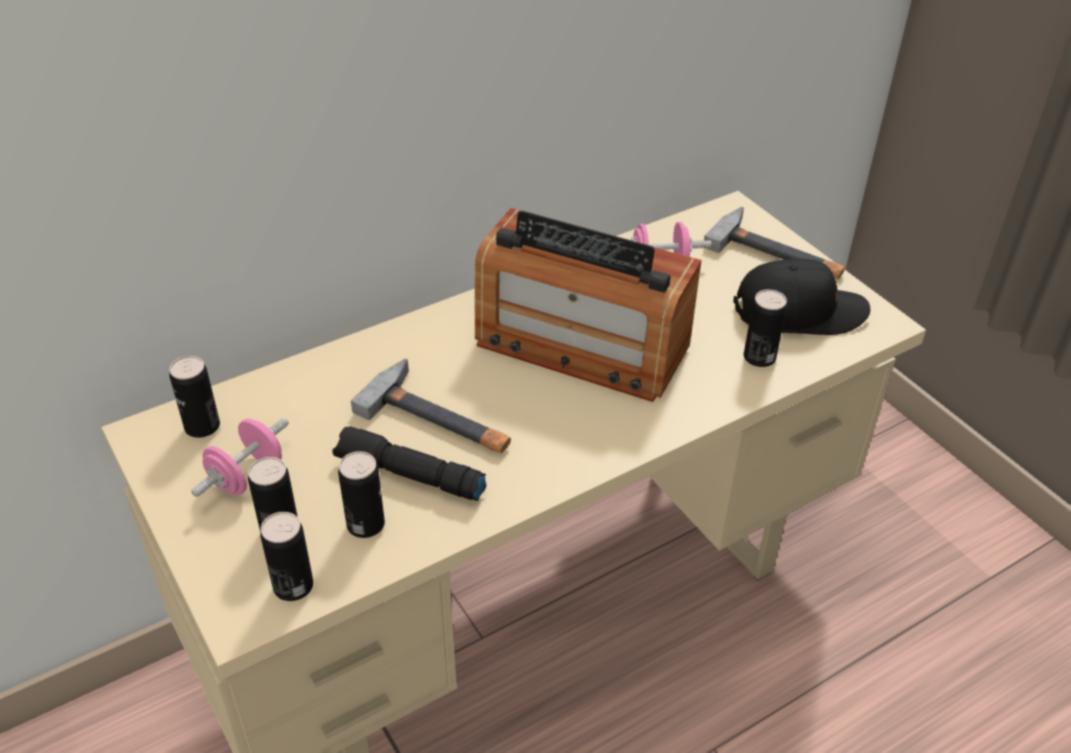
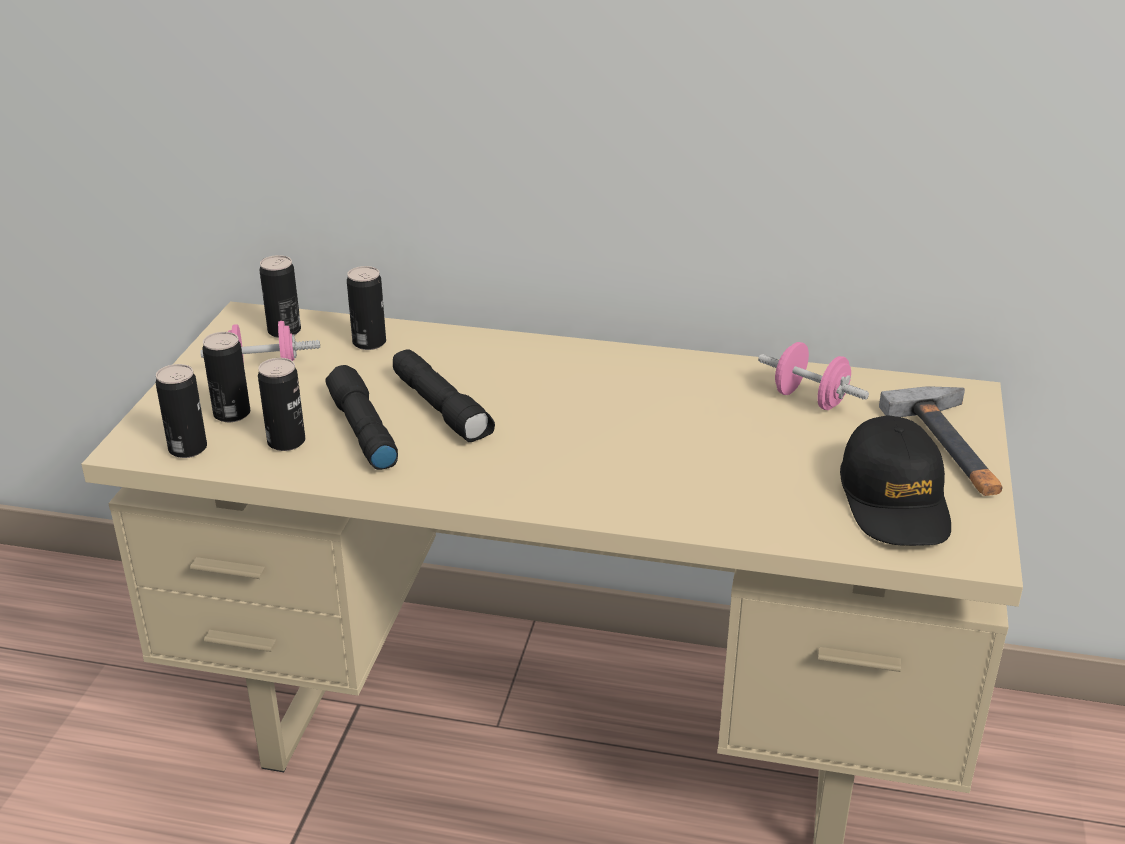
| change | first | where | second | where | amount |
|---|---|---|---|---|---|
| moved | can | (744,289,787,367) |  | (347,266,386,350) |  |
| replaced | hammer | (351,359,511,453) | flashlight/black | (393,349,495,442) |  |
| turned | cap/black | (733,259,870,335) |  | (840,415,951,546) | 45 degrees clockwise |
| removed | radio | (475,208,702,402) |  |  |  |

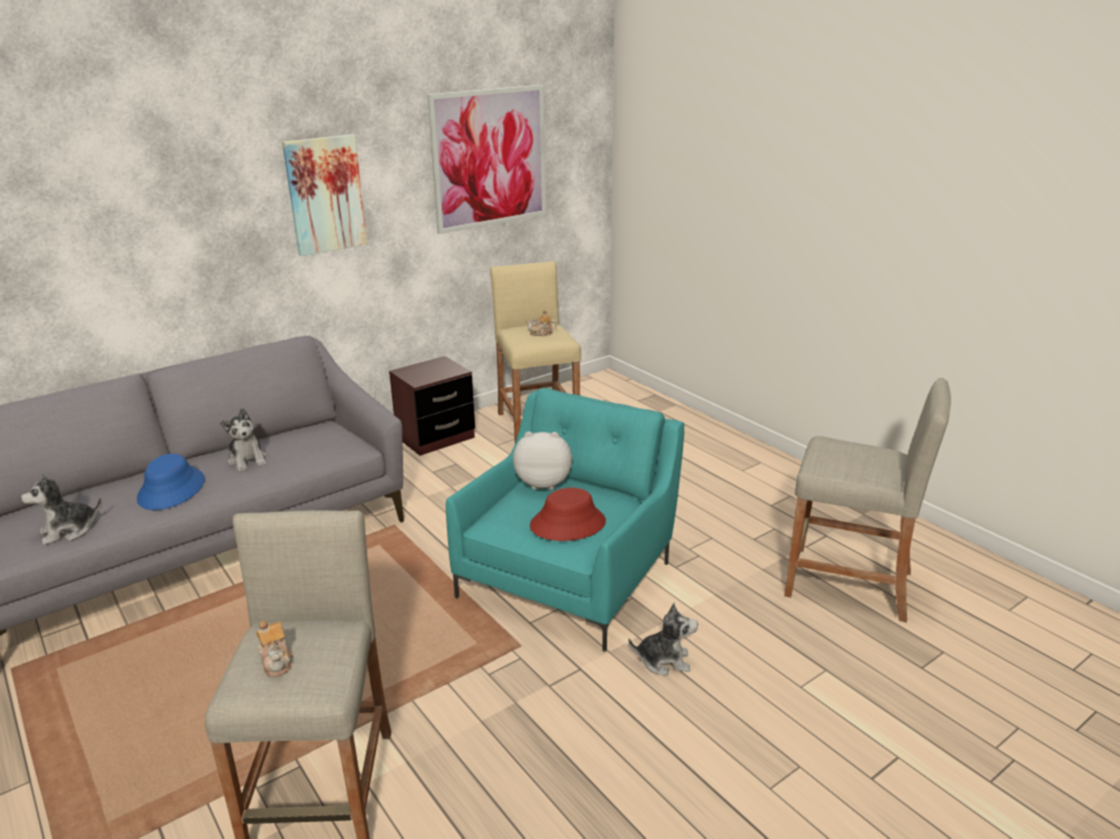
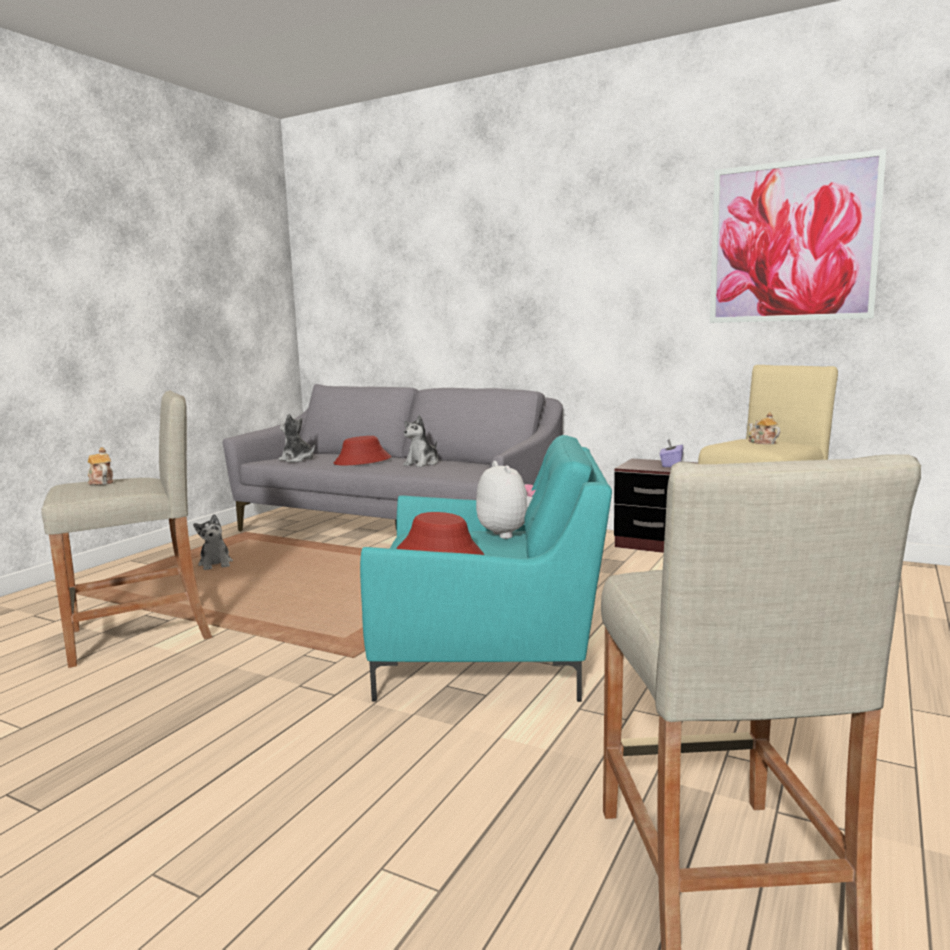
| change | first | where | second | where | amount |
|---|---|---|---|---|---|
| turned | teapot | (256,621,293,677) |  | (88,447,114,485) | 105 degrees clockwise |
| moved | plush toy | (628,603,698,676) |  | (193,514,233,570) |  |
| recoloured | hat/blue | (137,453,205,510) | hat/red | (334,436,392,465) |  |
| added |  |  | tissue box/purple | (660,439,683,467) |  |
| removed | picture | (282,134,367,256) |  |  |  |

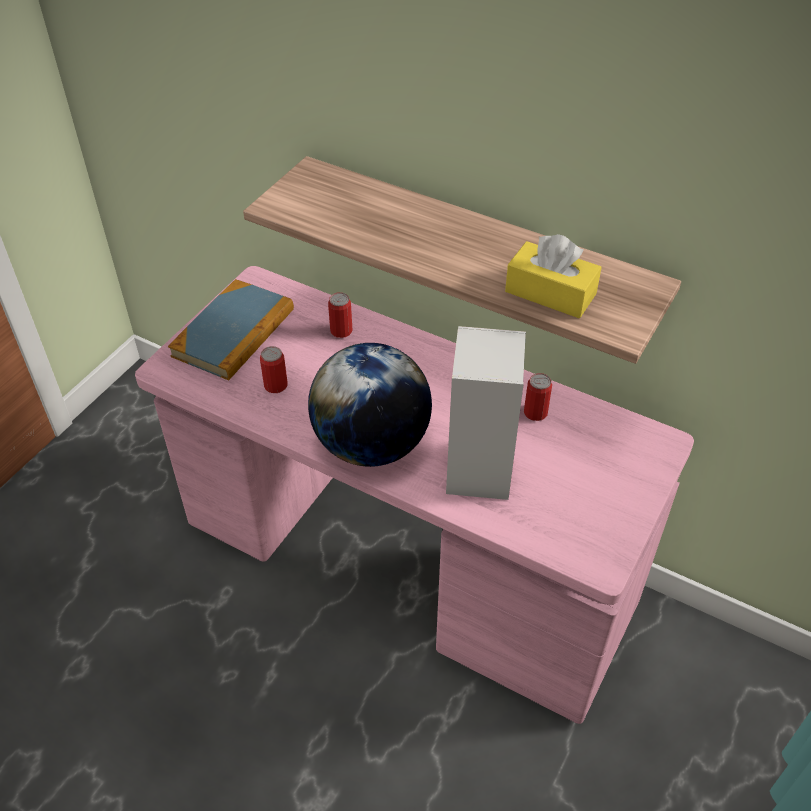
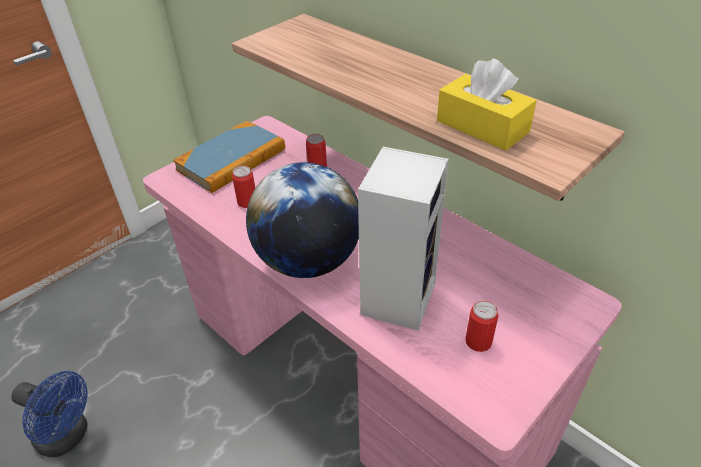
| change | first | where | second | where | amount |
|---|---|---|---|---|---|
| added |  |  | fan/blue | (11,371,88,457) |  |
| moved | can | (524,373,552,421) |  | (465,300,498,352) |  |

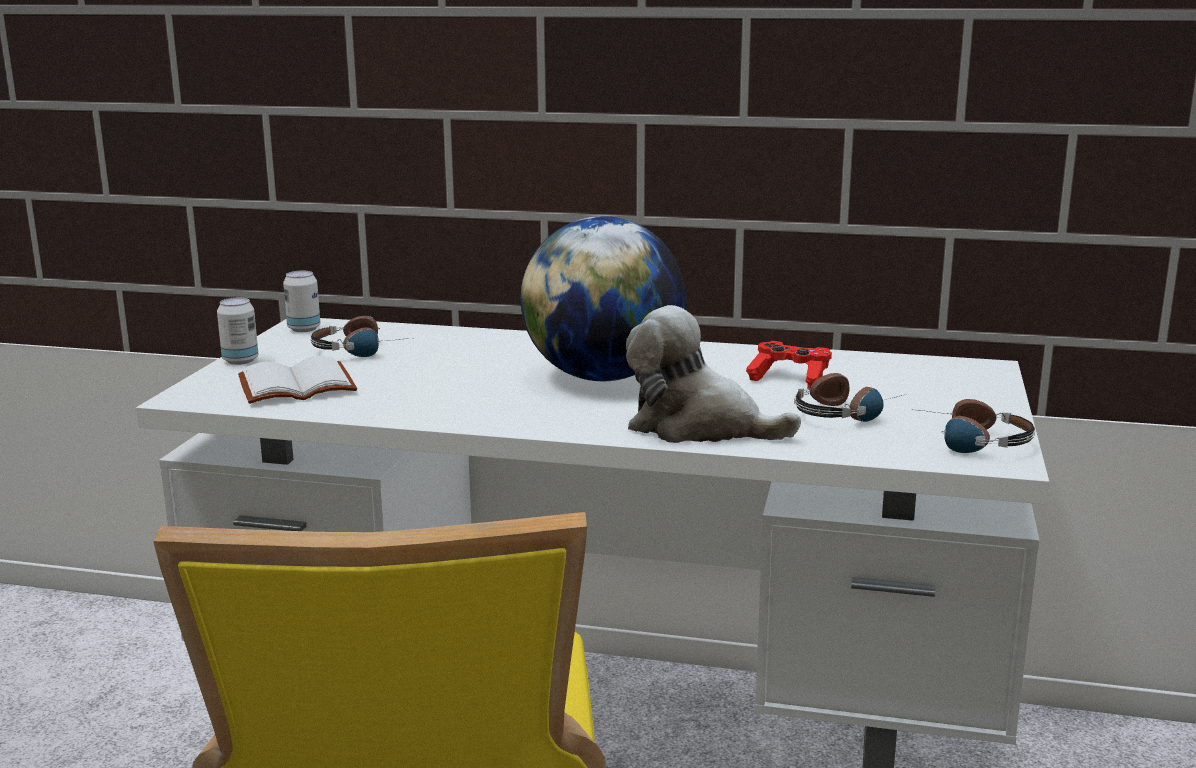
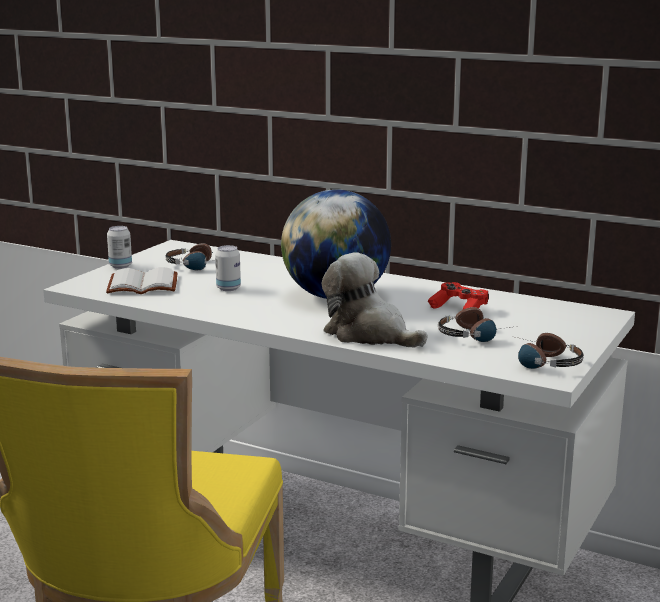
| change | first | where | second | where | amount |
|---|---|---|---|---|---|
| moved | can | (283,271,321,332) |  | (215,245,241,291) |  |

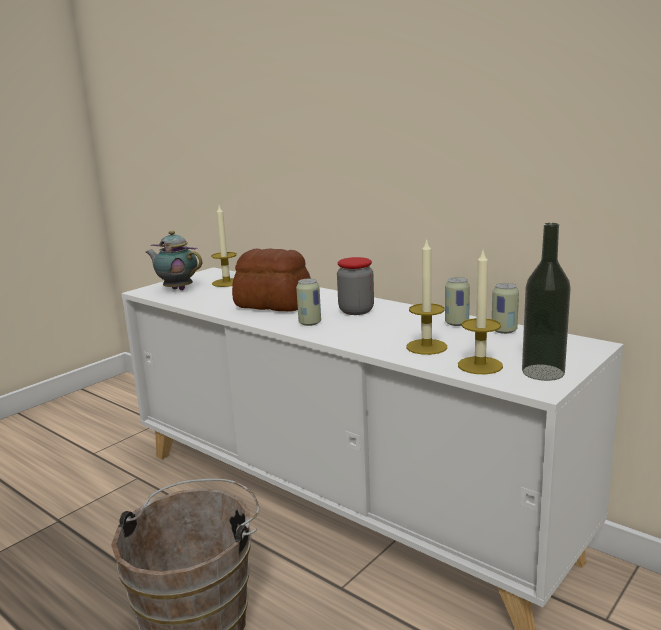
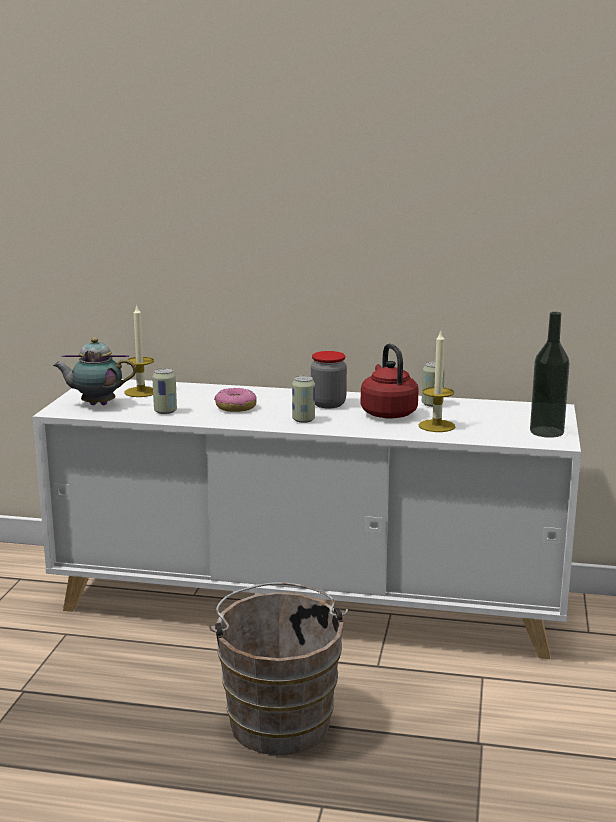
| change | first | where | second | where | amount |
|---|---|---|---|---|---|
| moved | can | (492,283,519,334) |  | (152,368,177,414) |  |
| replaced | bread | (232,248,310,312) | donut | (214,388,257,412) |  |
| added |  |  | kettle/red | (361,343,419,419) |  |
| removed | candle | (458,251,503,374) |  |  |  |

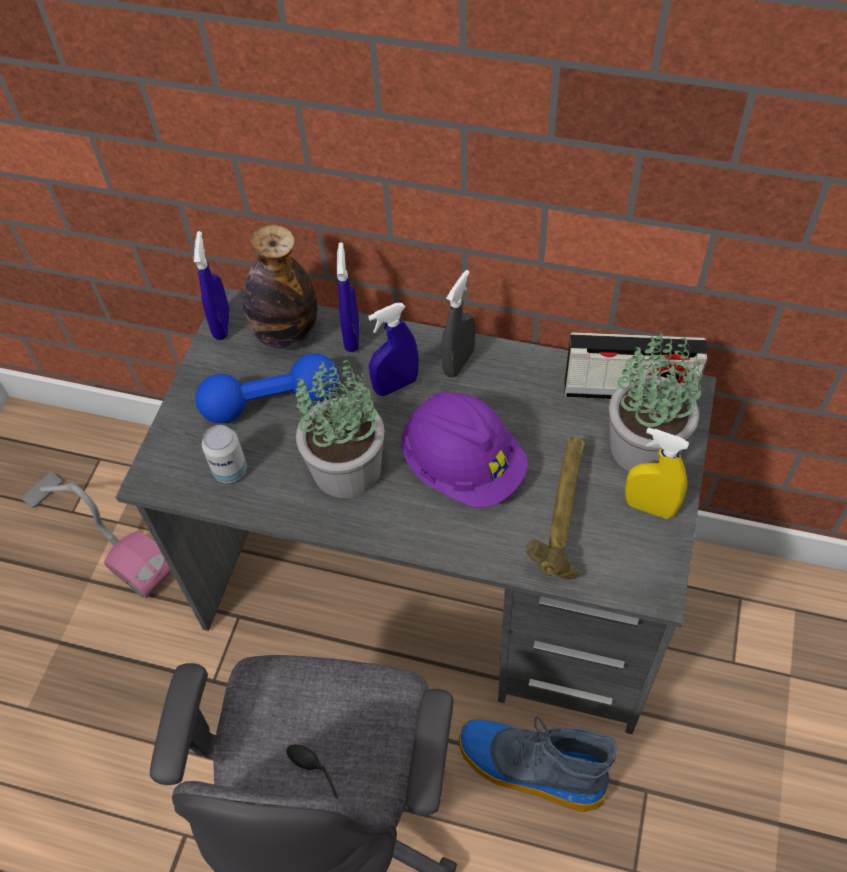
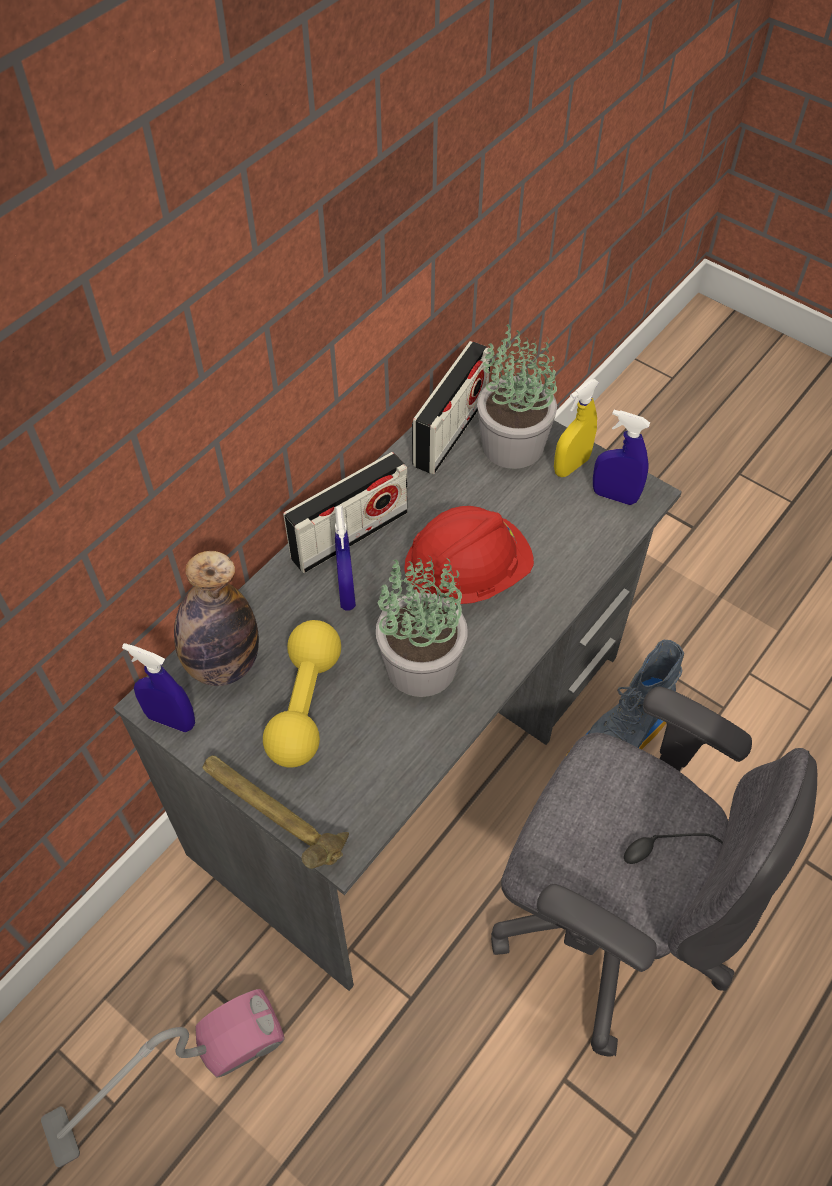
| change | first | where | second | where | amount |
|---|---|---|---|---|---|
| moved | hammer | (526,437,585,580) |  | (203,756,349,869) |  |
| recoloured | dumbbell/blue | (195,353,339,424) | dumbbell/yellow | (263,620,341,768) |  |
| replaced | spray bottle/grey | (441,270,475,378) | radio | (283,452,408,573) |  |
| recoloured | hard hat/purple | (402,392,528,507) | hard hat/red | (404,506,534,604) |  |
| moved | spray bottle/blue | (337,242,359,352) |  | (593,410,650,505) |  |
| removed | can | (202,425,247,483) |  |  |  |

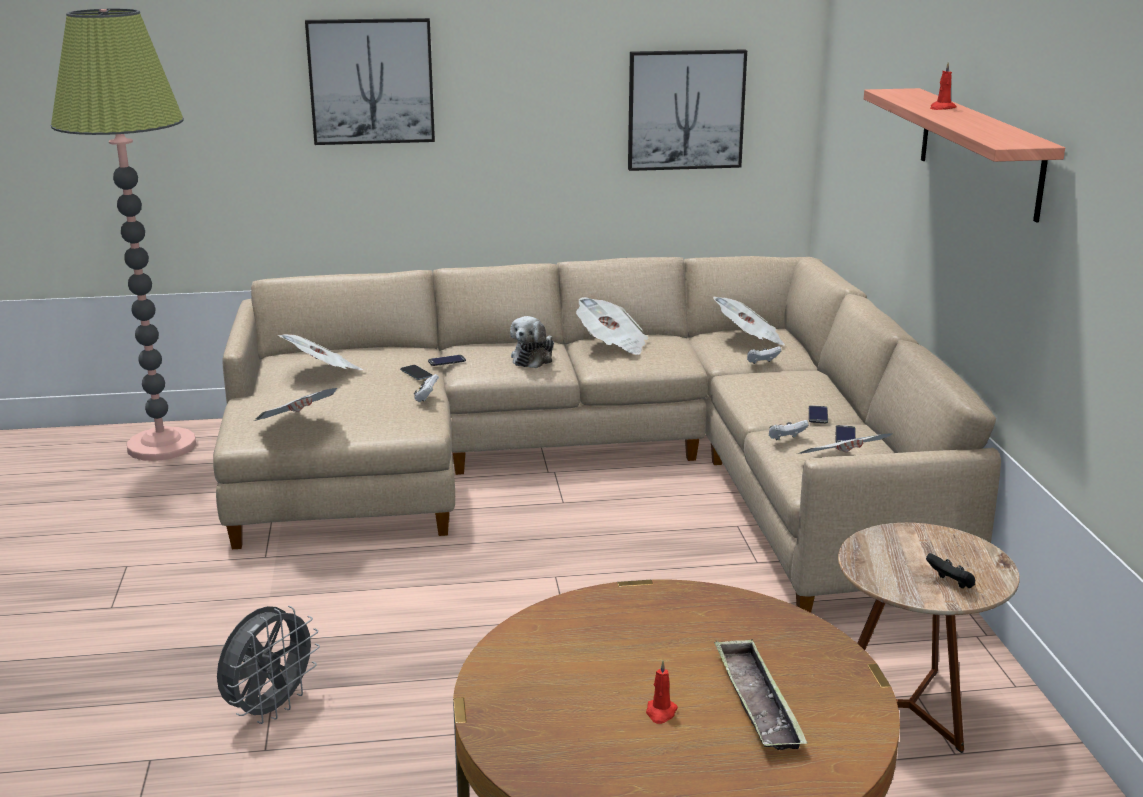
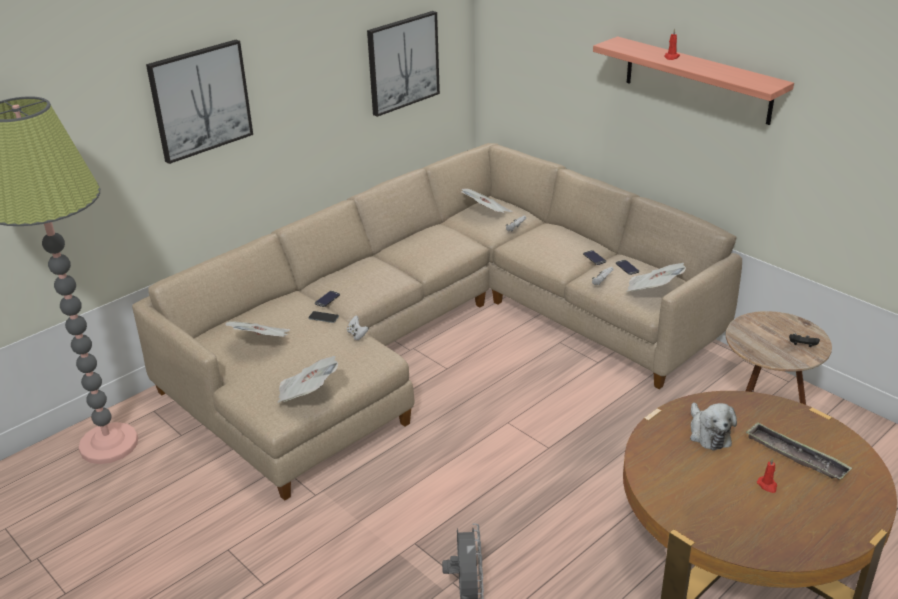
| change | first | where | second | where | amount |
|---|---|---|---|---|---|
| moved | plush toy | (510,316,554,368) |  | (690,403,737,450) |  |
| removed | newspaper | (576,297,648,355) |  |  |  |

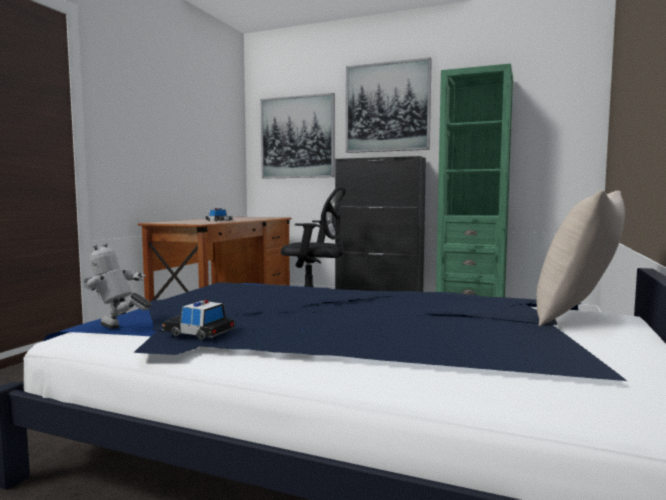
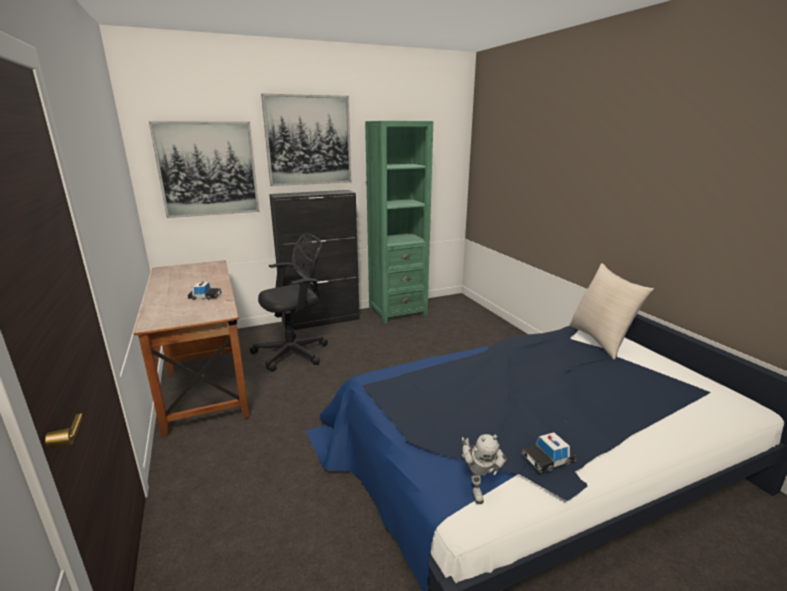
| change | first | where | second | where | amount |
|---|---|---|---|---|---|
| turned | toy robot | (84,243,152,329) |  | (462,434,507,504) | 75 degrees counterclockwise |

